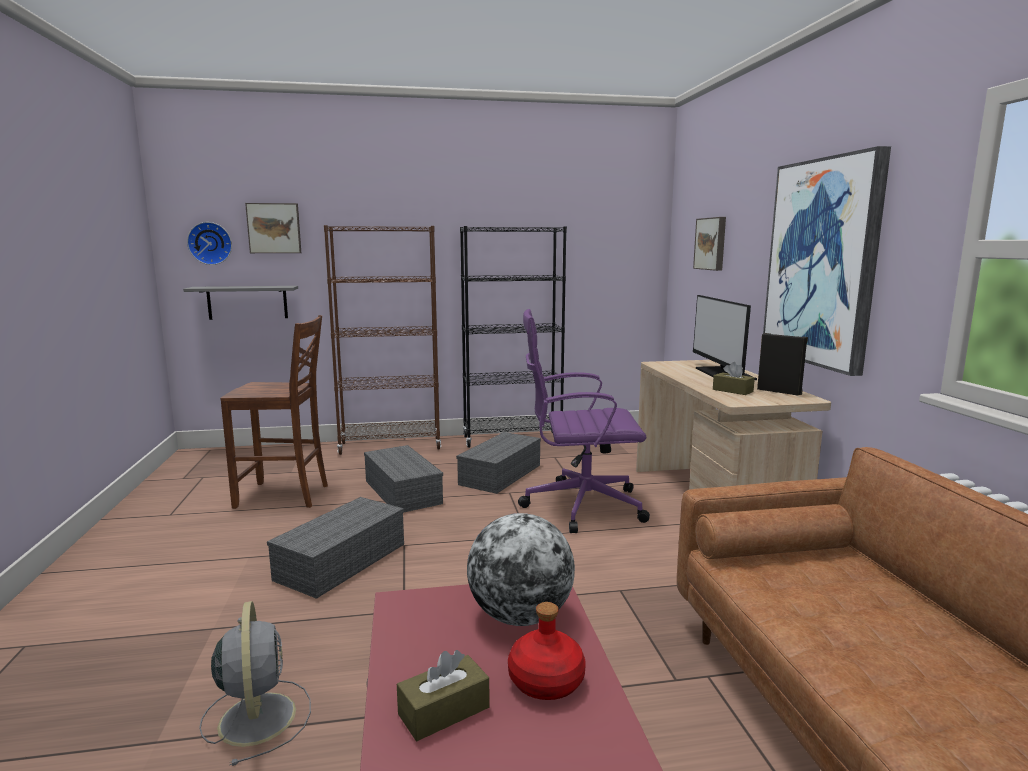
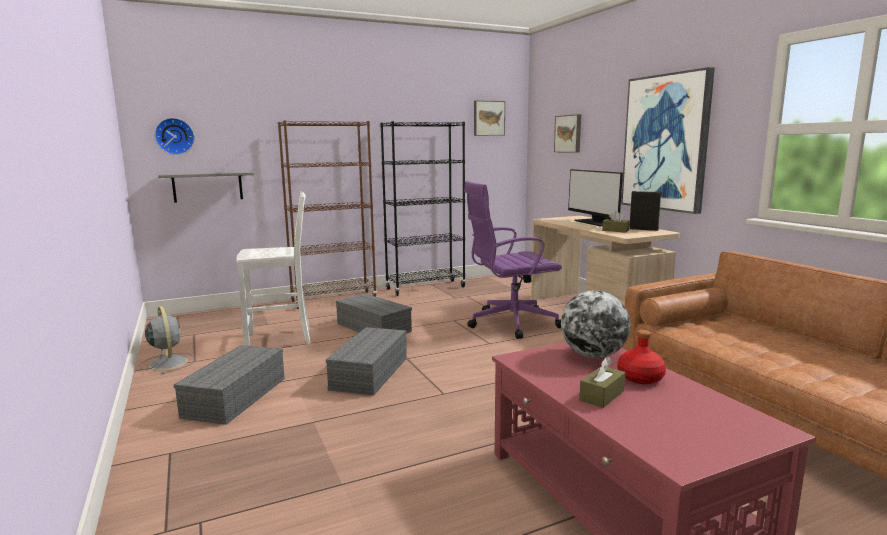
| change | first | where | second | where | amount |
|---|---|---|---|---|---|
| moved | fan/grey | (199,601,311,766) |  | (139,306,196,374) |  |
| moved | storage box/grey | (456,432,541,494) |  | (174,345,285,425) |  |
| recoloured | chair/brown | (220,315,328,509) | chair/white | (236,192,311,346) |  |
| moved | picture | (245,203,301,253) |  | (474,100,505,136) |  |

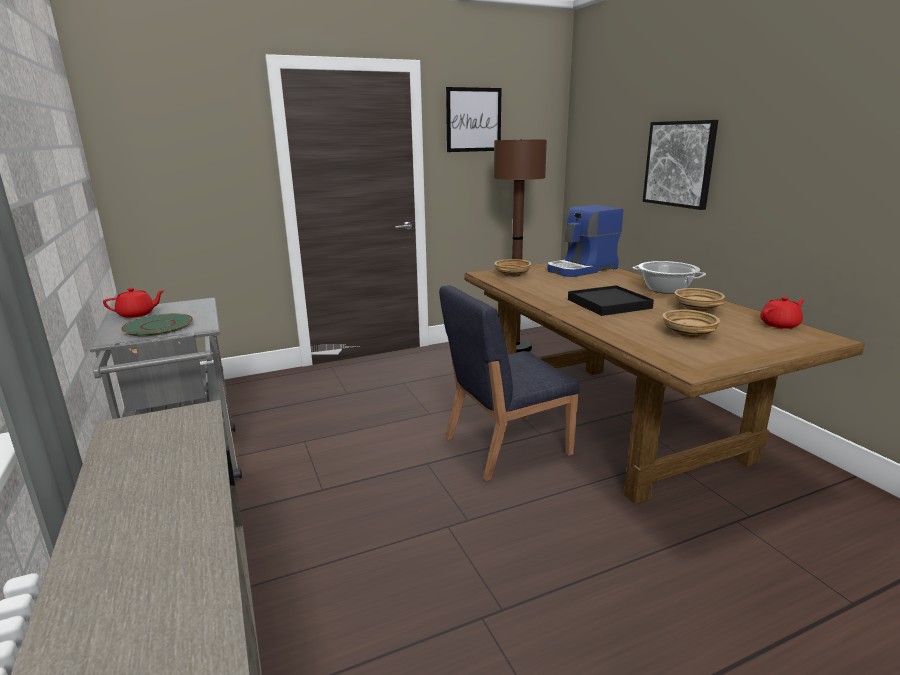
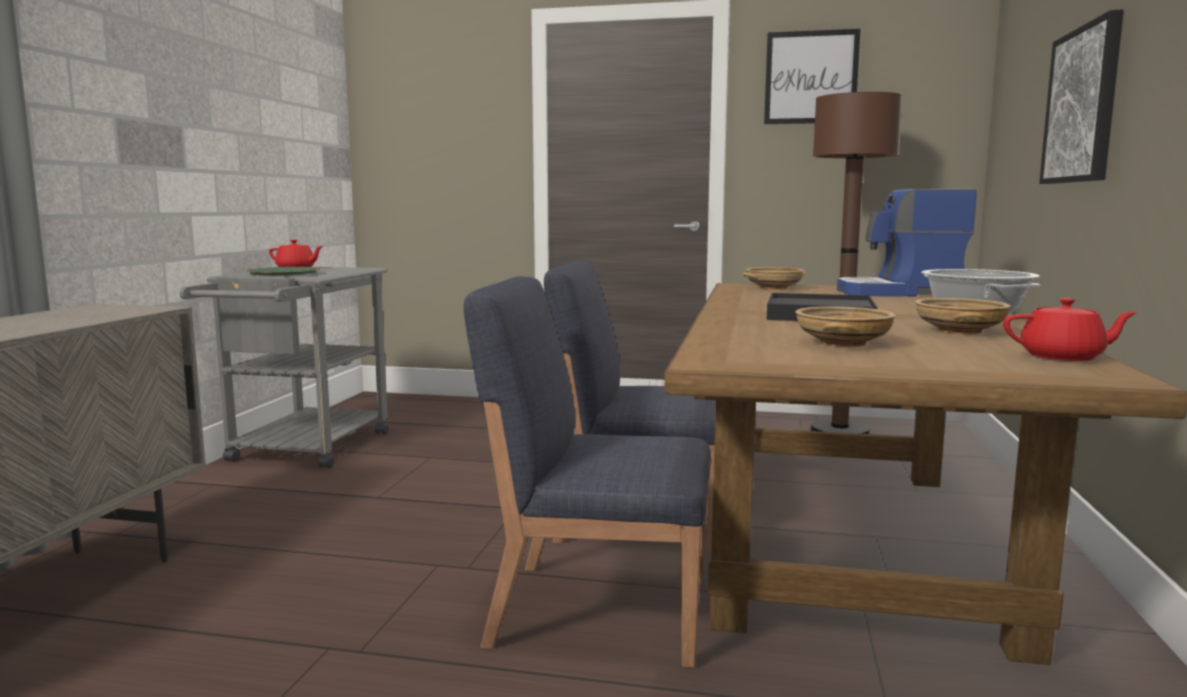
| change | first | where | second | where | amount |
|---|---|---|---|---|---|
| added |  |  | chair/blue | (464,276,711,668) |  |

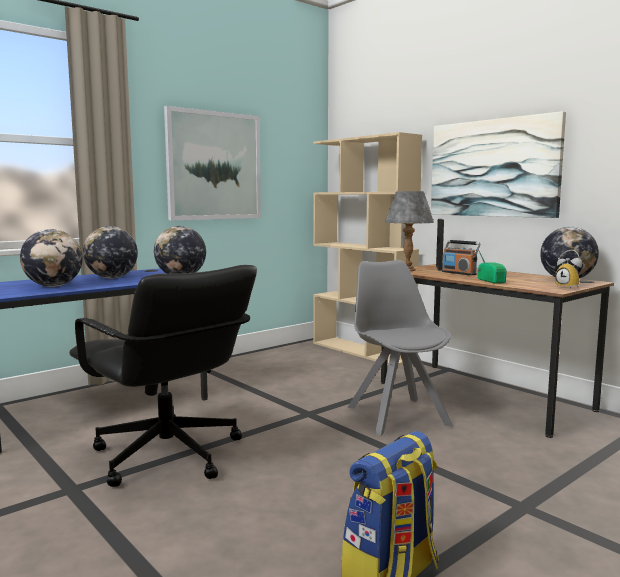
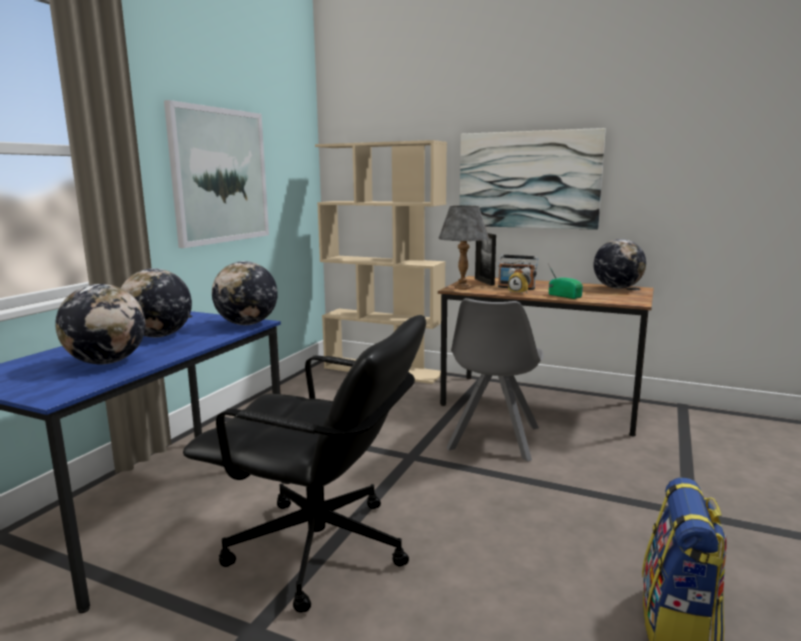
| change | first | where | second | where | amount |
|---|---|---|---|---|---|
| turned | chair/grey | (347,260,453,436) |  | (446,298,544,462) | 120 degrees counterclockwise |
| moved | alarm clock | (555,250,582,289) |  | (508,260,531,294) |  |

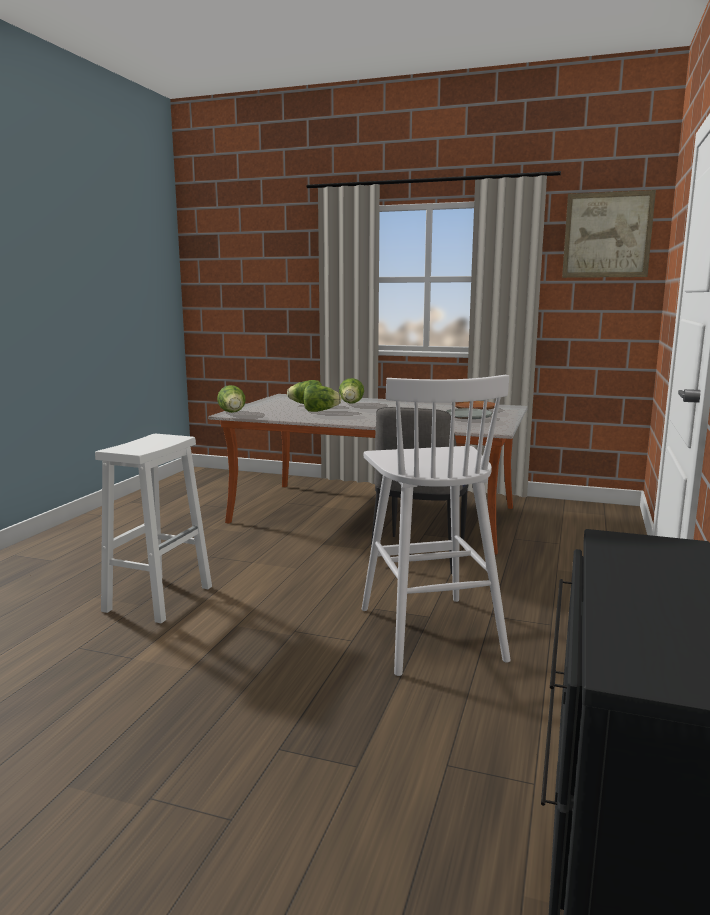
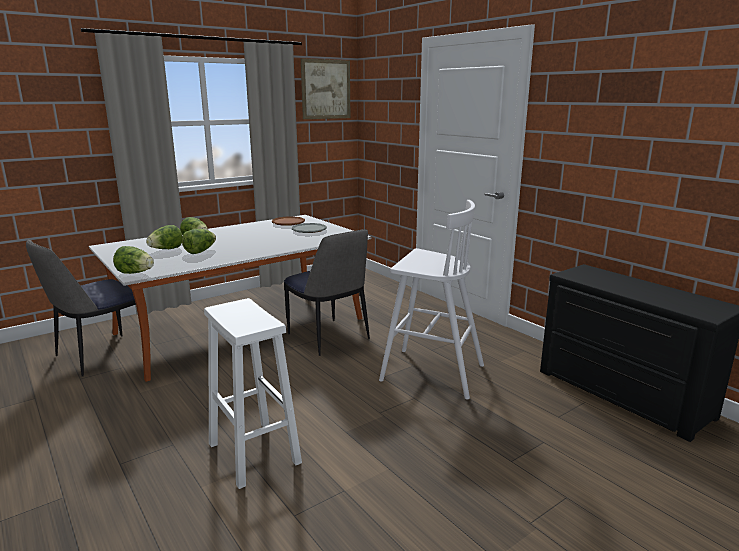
| change | first | where | second | where | amount |
|---|---|---|---|---|---|
| added |  |  | chair | (26,239,136,377) |  |

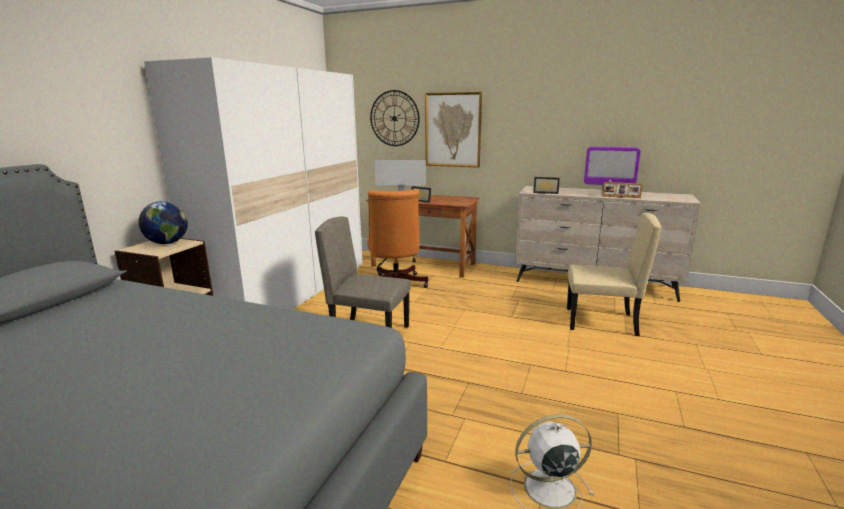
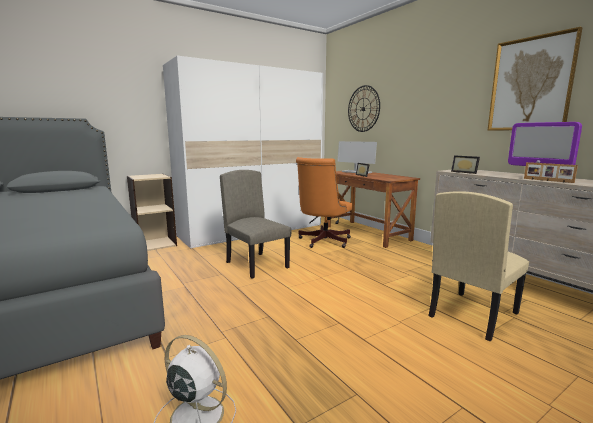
| change | first | where | second | where | amount |
|---|---|---|---|---|---|
| turned | chair/beige | (567,213,661,336) |  | (428,191,529,341) | 90 degrees clockwise |
| moved | picture | (425,92,482,168) |  | (488,27,583,131) |  |
| removed | globe | (138,201,188,244) |  |  |  |

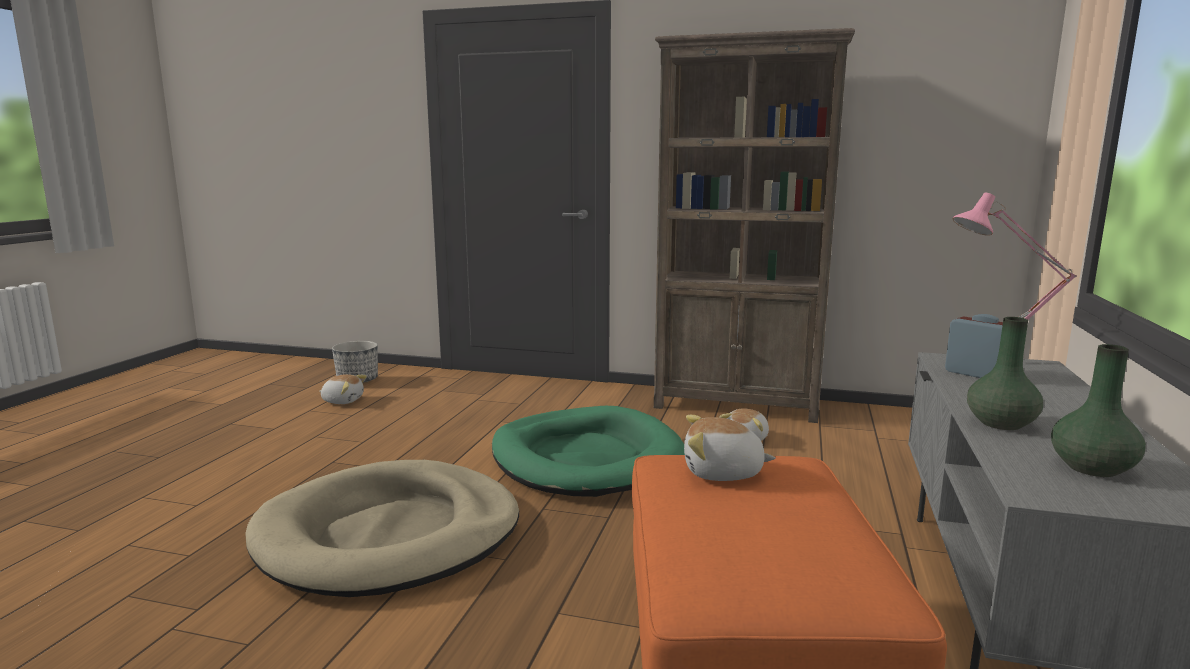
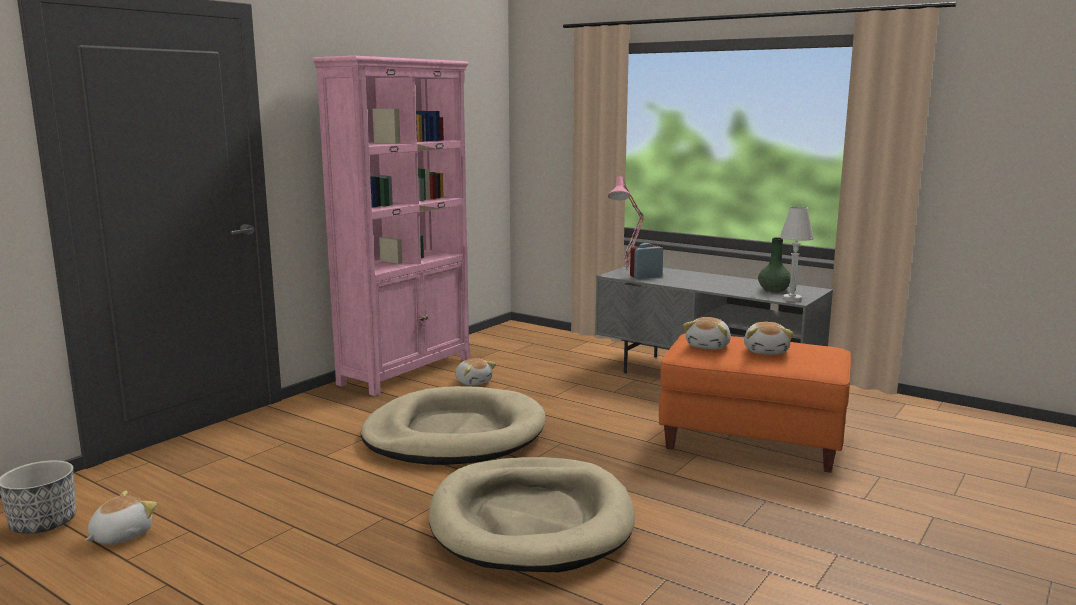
| change | first | where | second | where | amount |
|---|---|---|---|---|---|
| recoloured | bookcase/brown | (654,28,855,423) | bookcase/pink | (312,55,470,396) |  |
| recoloured | dog bed/green | (492,406,685,497) | dog bed/beige | (361,386,545,465) |  |
| added |  |  | plush toy | (744,322,794,355) |  |
| added |  |  | table lamp/white | (780,207,814,302) |  |
| removed | vase/green | (967,317,1043,430) |  |  |  |

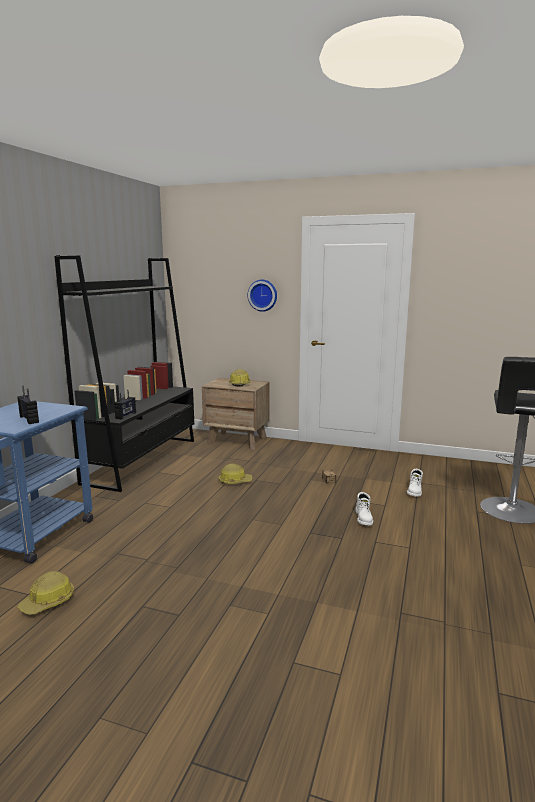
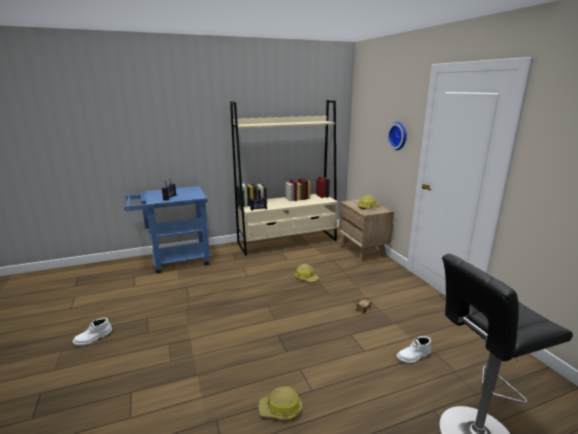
| change | first | where | second | where | amount |
|---|---|---|---|---|---|
| moved | boot/white | (355,492,373,526) |  | (73,318,113,346) |  |
| recoloured | bookcase/black | (54,255,194,492) | bookcase/beige | (230,100,338,256) |  |
| moved | hard hat | (18,571,74,615) |  | (259,386,302,420) |  |

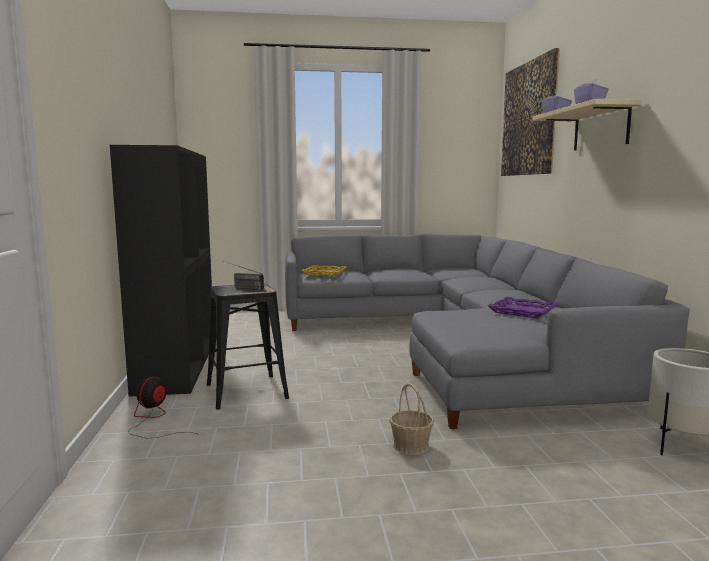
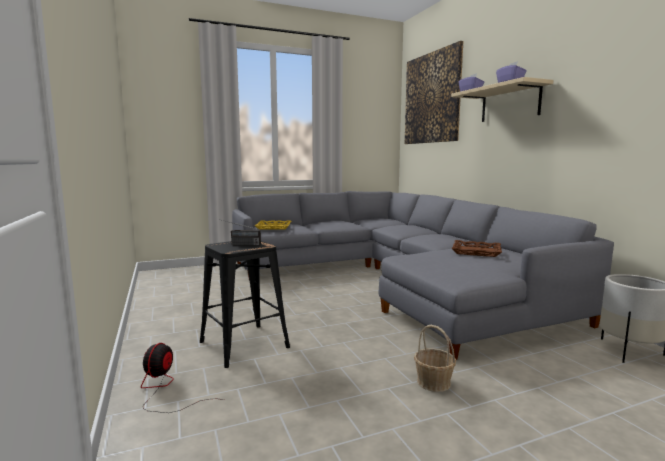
| change | first | where | second | where | amount |
|---|---|---|---|---|---|
| recoloured | tray/purple | (487,297,558,319) | tray/brown | (451,240,502,257) |  |
| removed | bookcase/black | (110,145,212,397) |  |  |  |

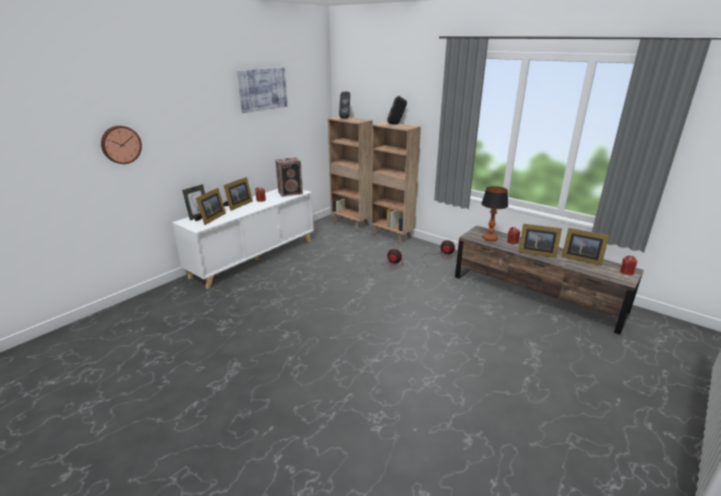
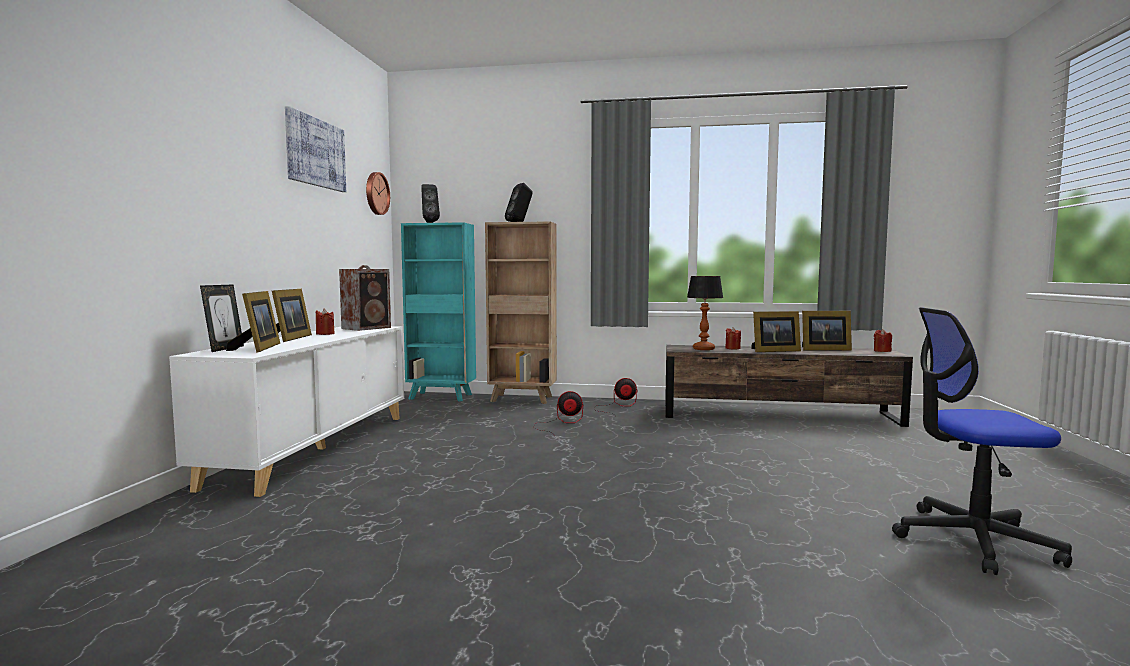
| change | first | where | second | where | amount |
|---|---|---|---|---|---|
| moved | wall clock | (101,126,142,164) |  | (366,172,390,215) |  |
| recoloured | bookcase/brown | (328,116,373,231) | bookcase/turquoise | (401,222,476,402) |  |
| added |  |  | office chair | (892,307,1072,575) |  |

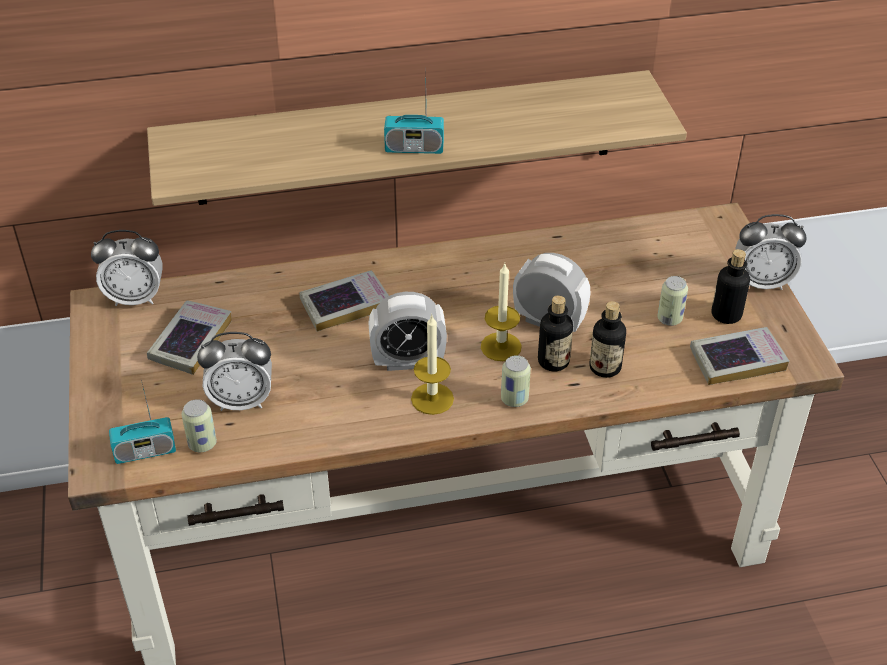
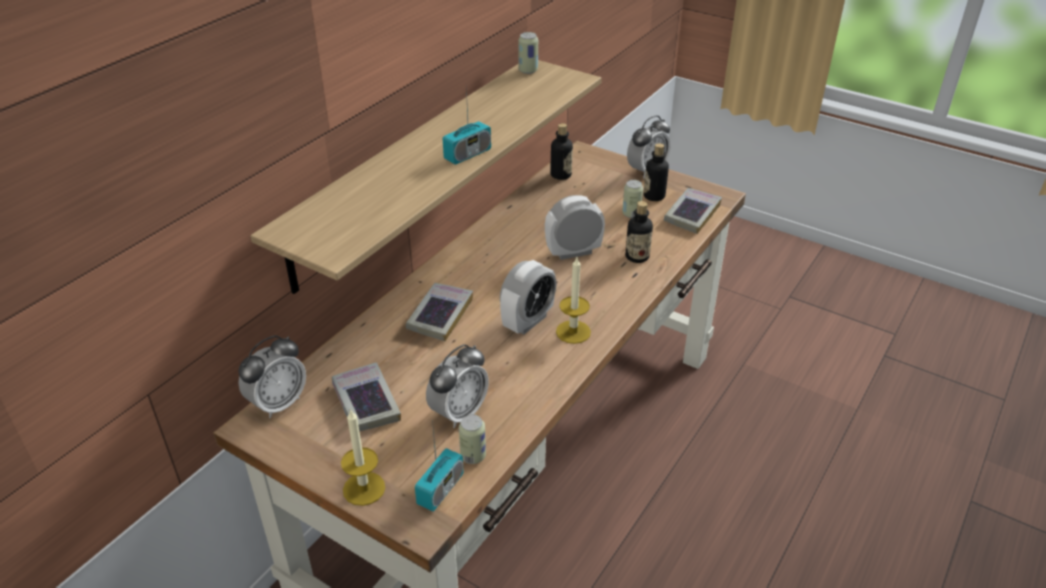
| change | first | where | second | where | amount |
|---|---|---|---|---|---|
| moved | candle | (481,263,522,361) |  | (341,410,385,506) |  |
| moved | can | (501,355,531,407) |  | (518,32,538,74) |  |
| moved | bottle | (538,295,573,371) |  | (550,123,573,180) |  |

